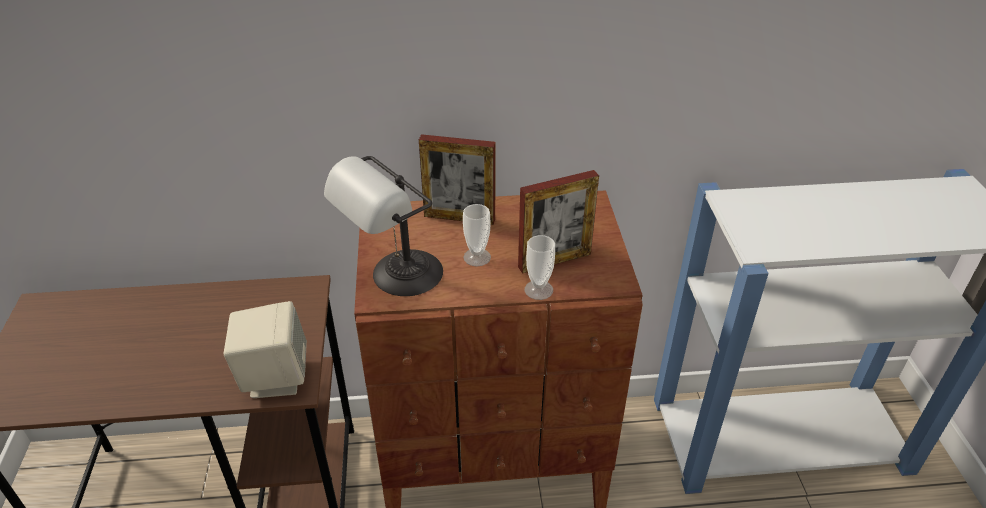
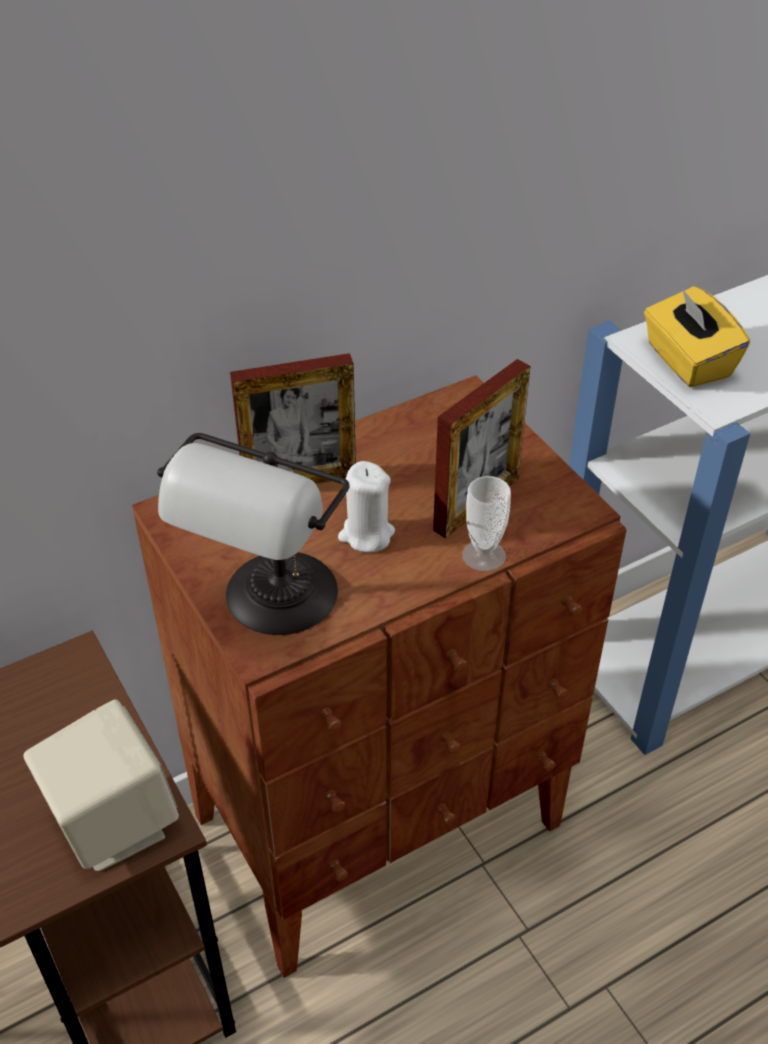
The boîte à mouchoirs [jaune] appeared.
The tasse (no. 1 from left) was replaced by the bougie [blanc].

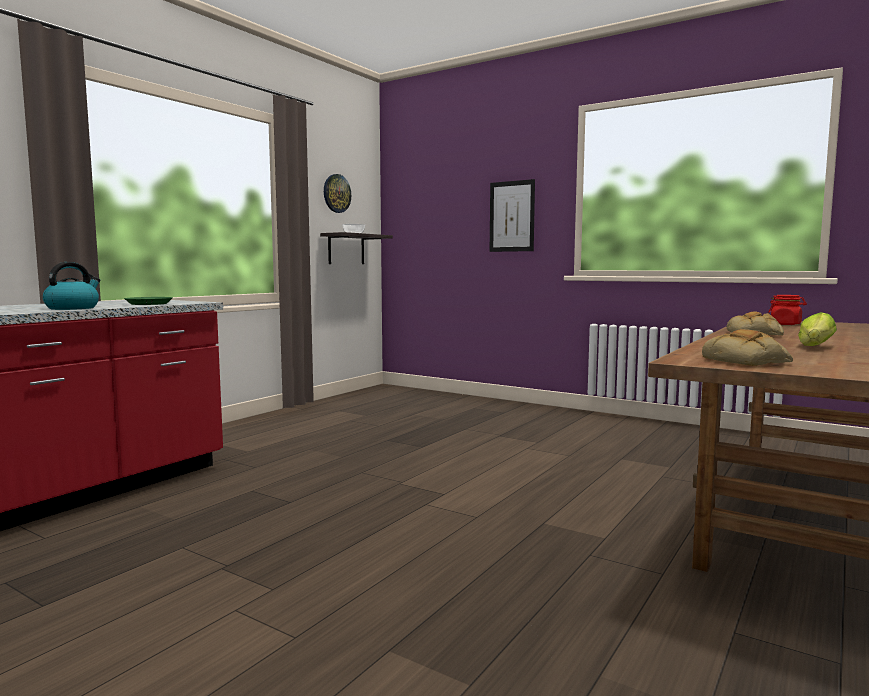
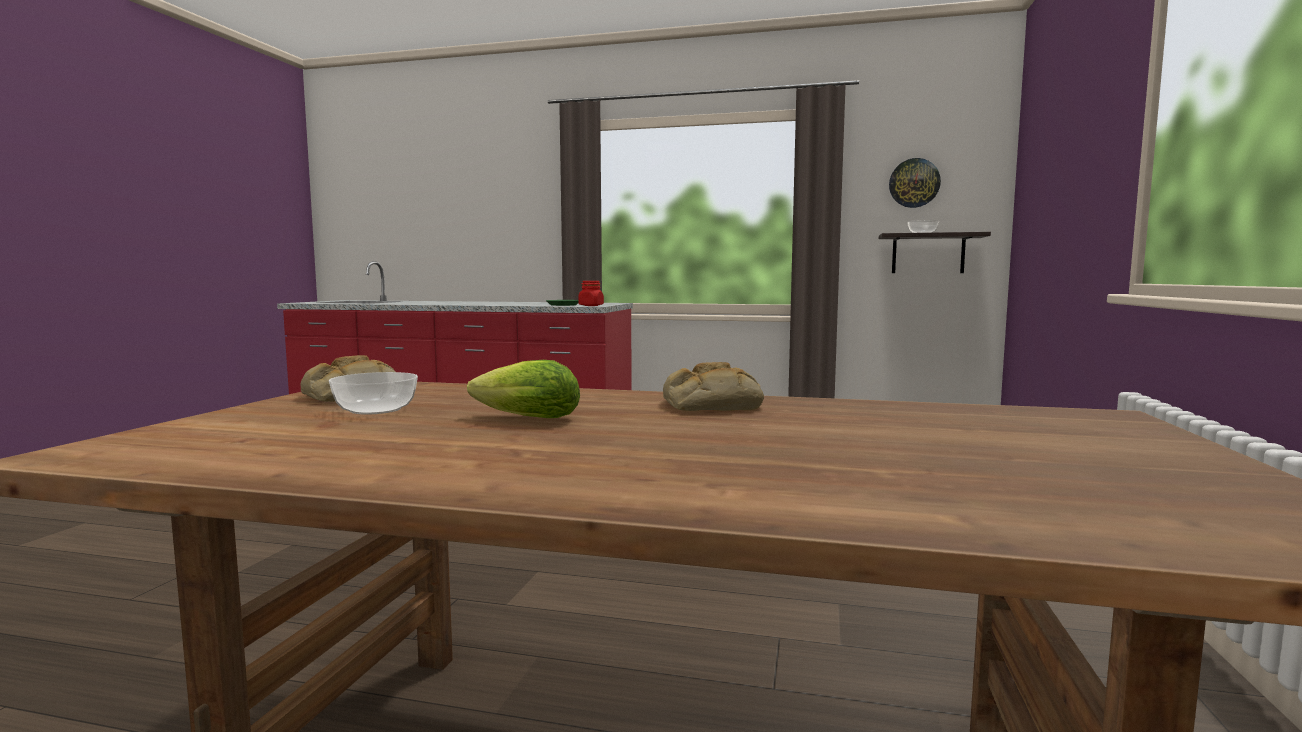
The bouilloire disappeared.
The tableau disappeared.
The bol (no. 1 from left) appeared.
The bocal [rouge] moved.

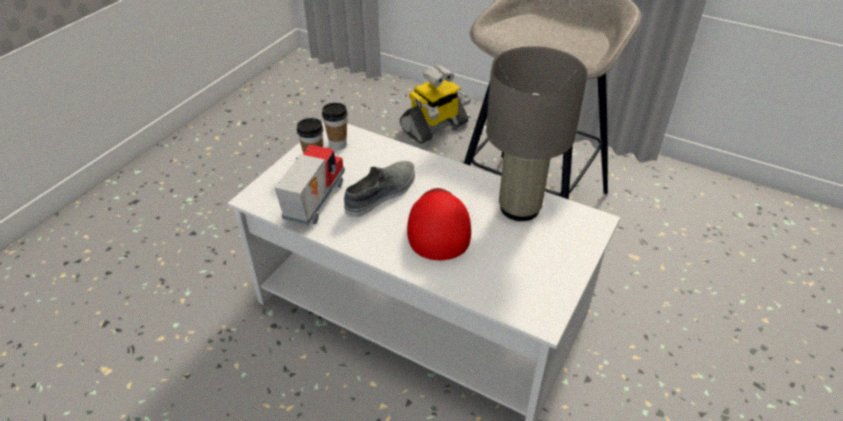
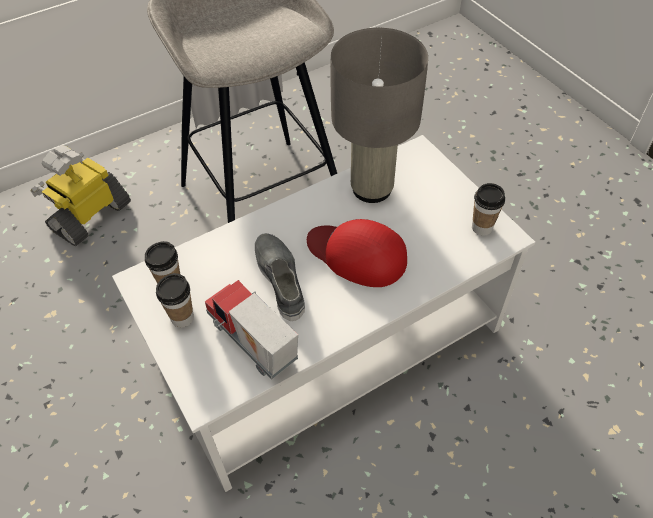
The tasse (no. 3 from left) appeared.
The robot jouet turned 135 degrees counterclockwise.

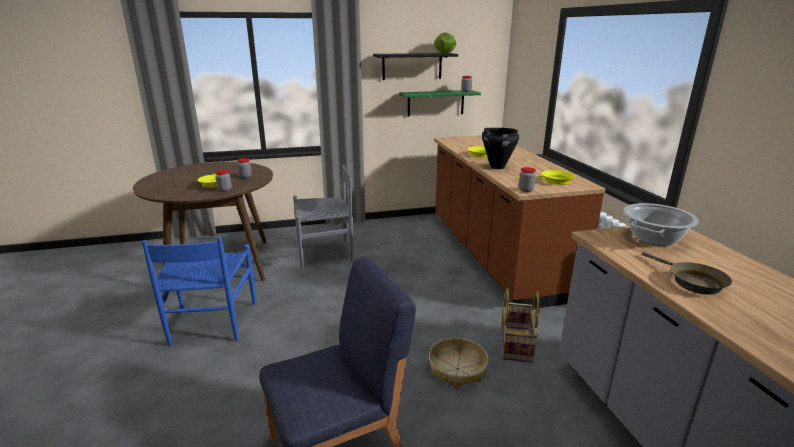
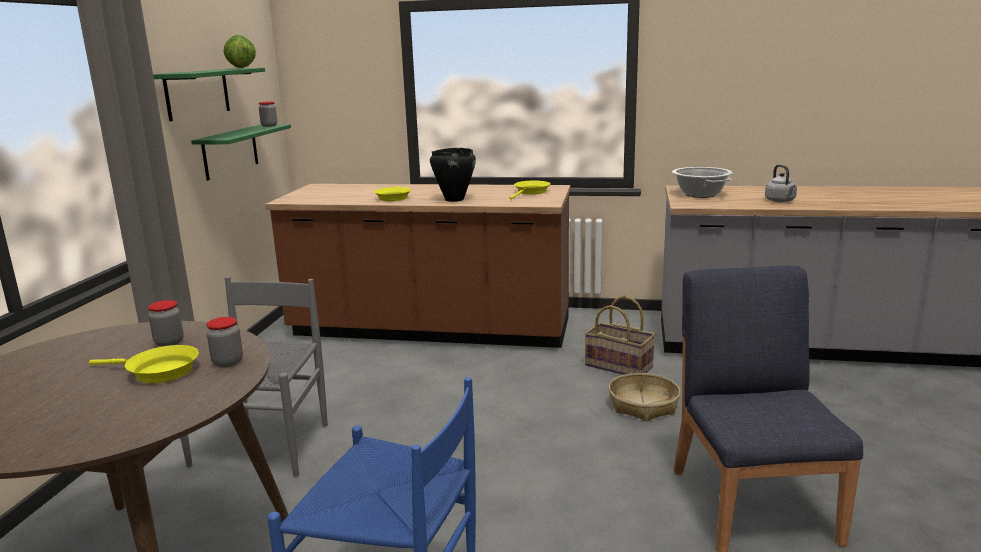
The bocal (no. 4 from left) disappeared.
The poêle [marron] was replaced by the bouilloire [gris].
The étagère [noir] became the étagère [vert] (no. 1 from left).

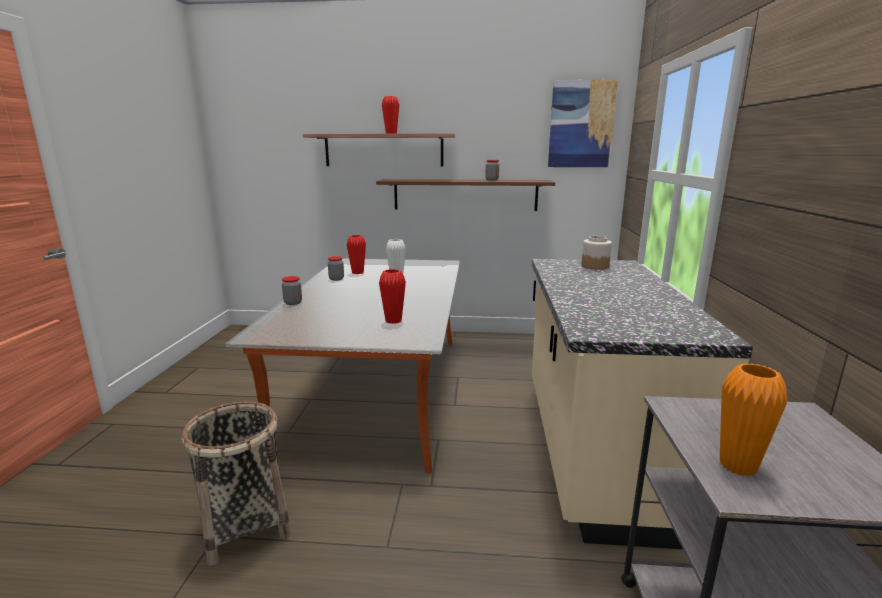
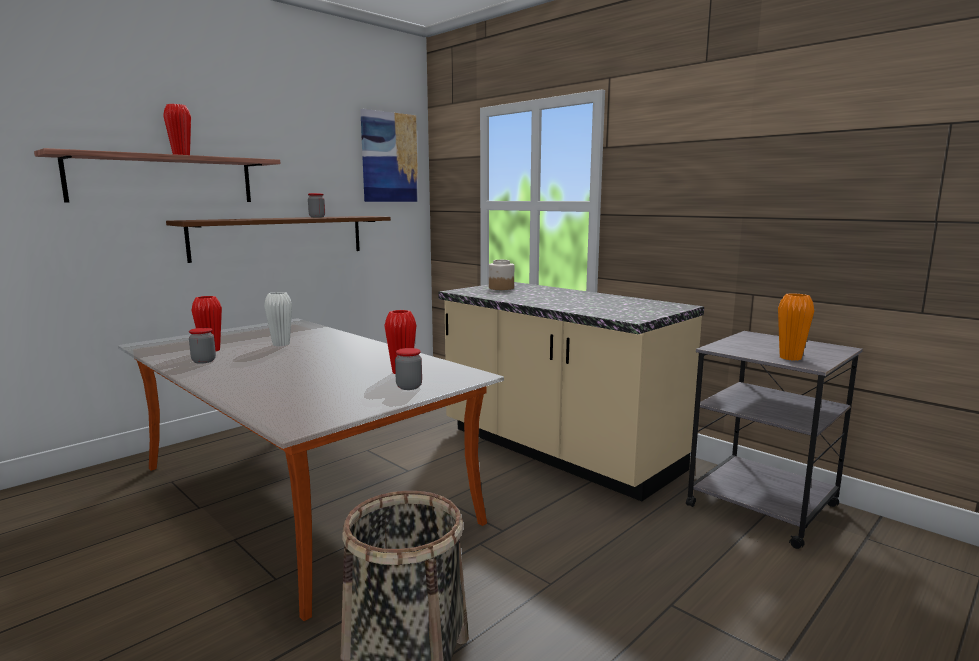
The bocal (no. 1 from left in the first image) moved.

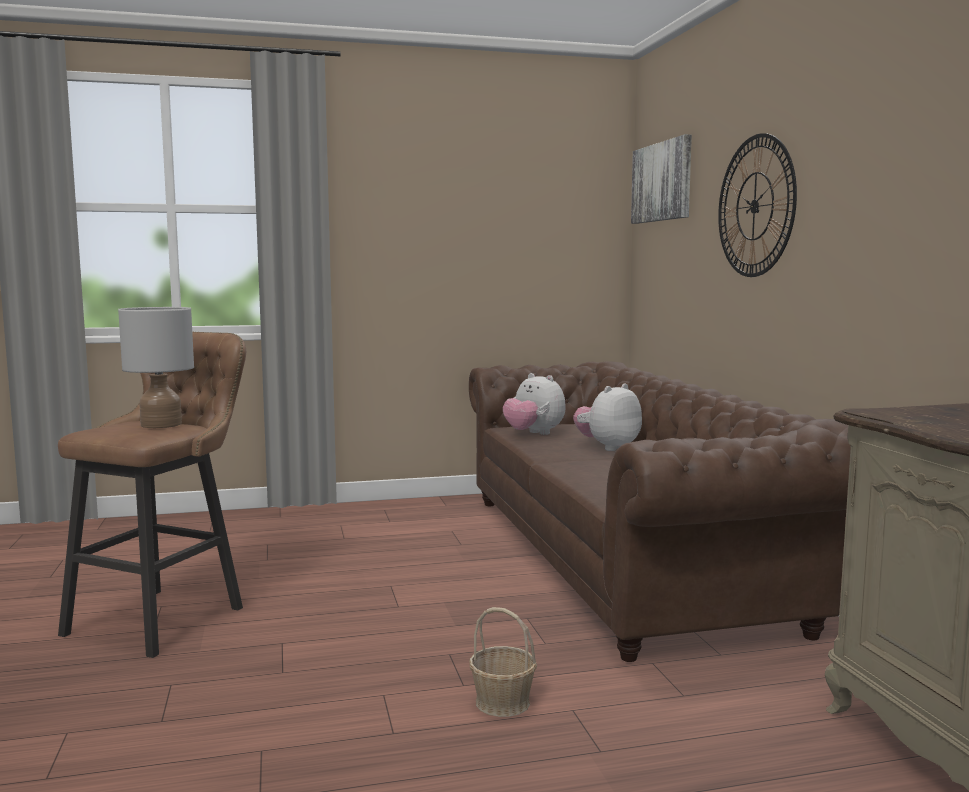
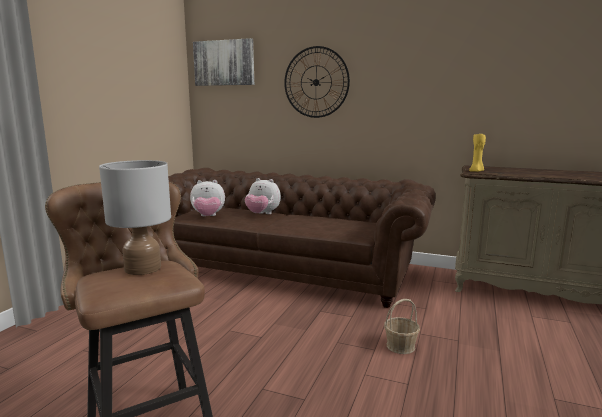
The bougie [jaune] appeared.
The peluche (no. 2 from left) turned 60 degrees counterclockwise.

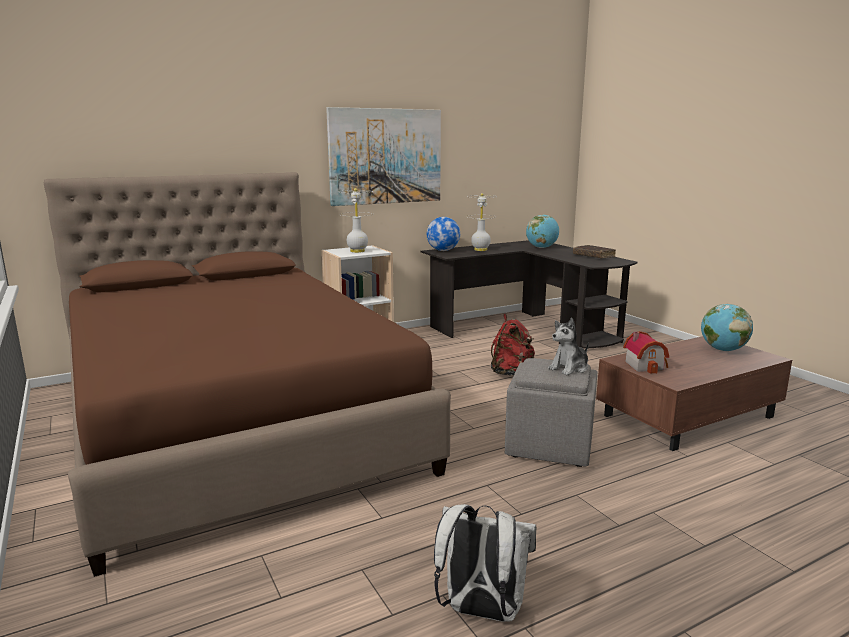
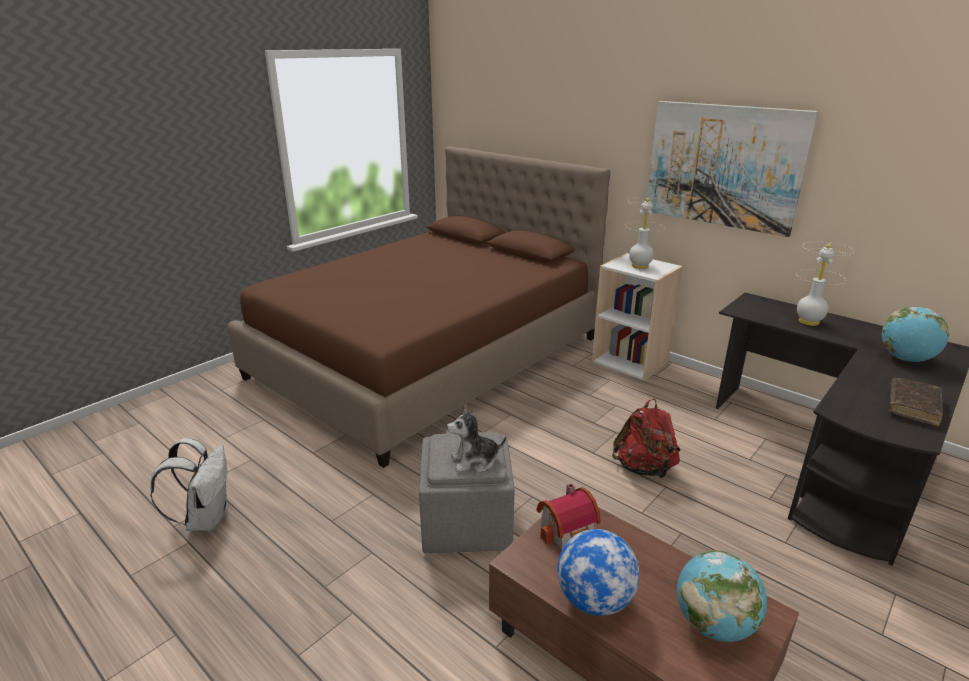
The globe (no. 1 from left) moved.
The peluche turned 45 degrees counterclockwise.

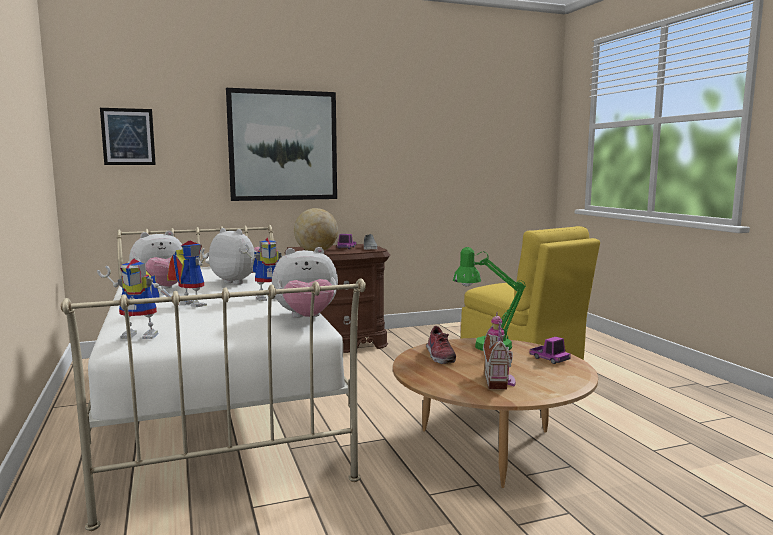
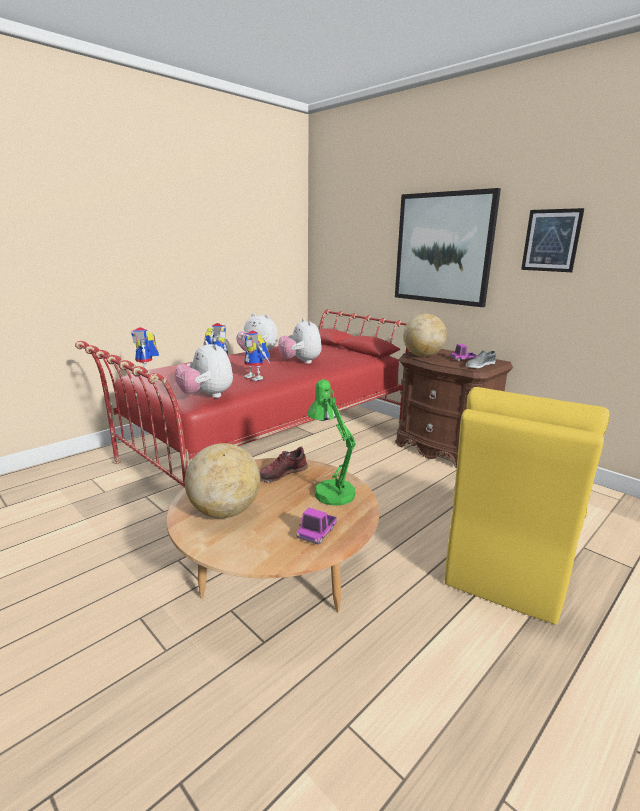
The tableau (no. 1 from left in the first image) moved.
The maison miniature was replaced by the globe (no. 1 from left).
The lit [blanc] became the lit [rouge].
The peluche (no. 2 from left in the first image) turned 150 degrees clockwise.

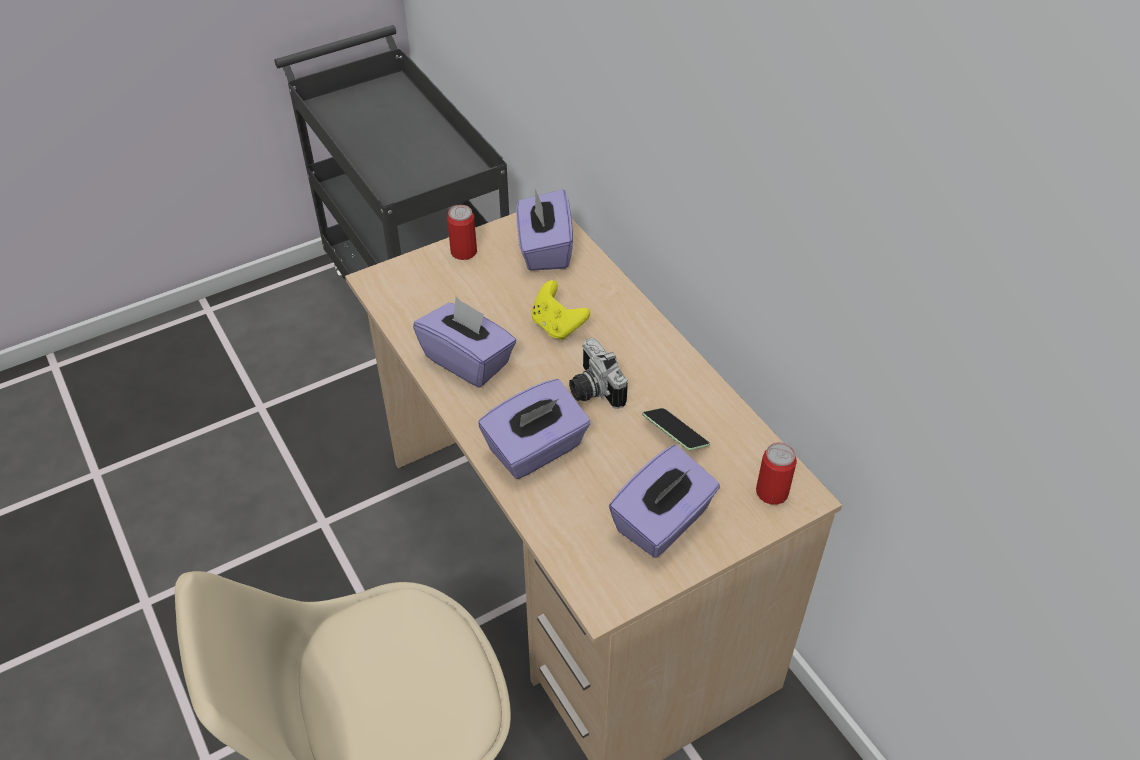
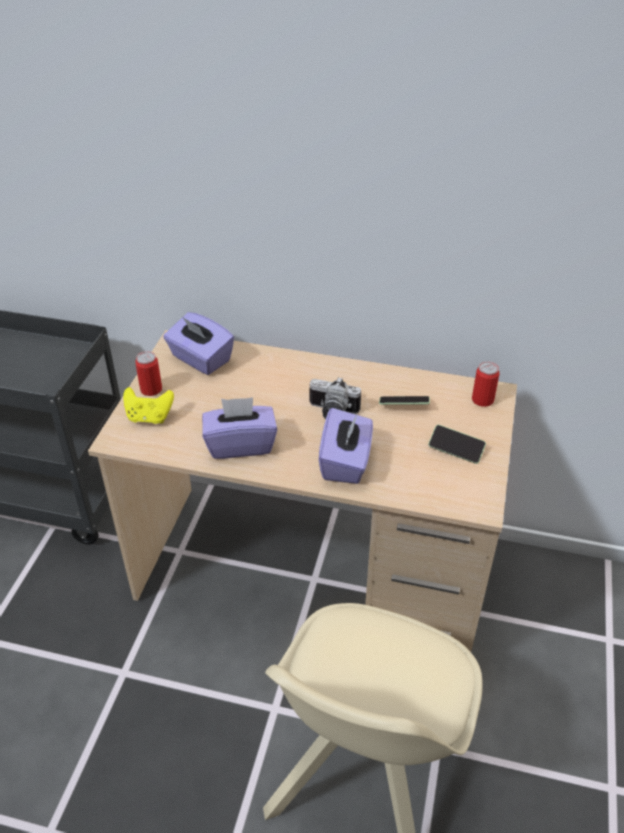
The manette [jaune] moved.
The boîte à mouchoirs [violet] (no. 4 from left) was replaced by the téléphone (no. 2 from left).

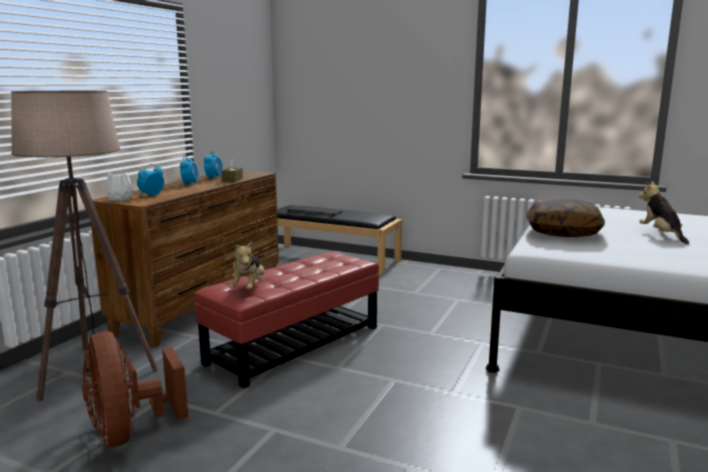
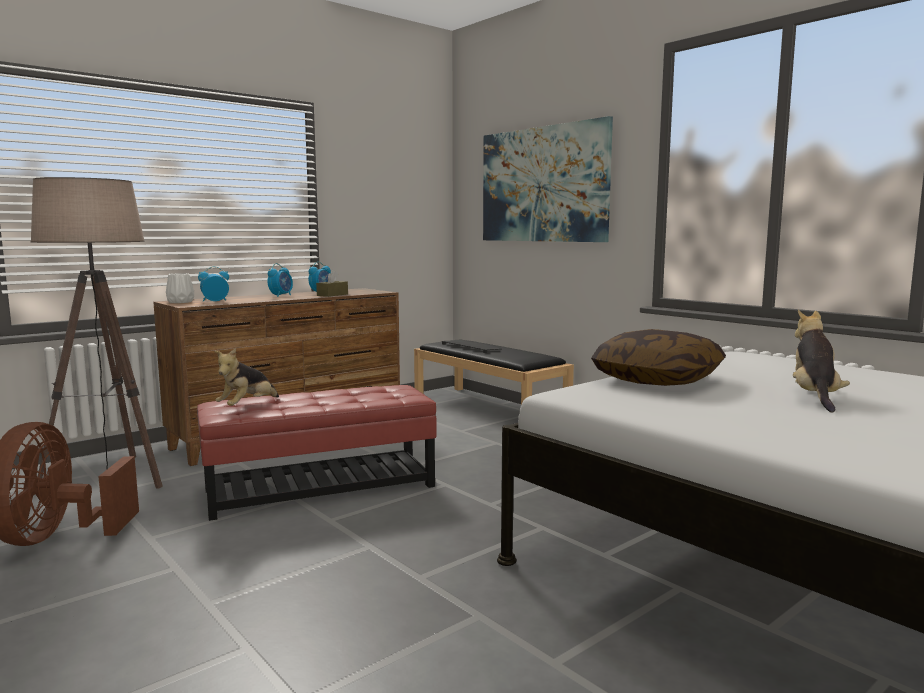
The tableau appeared.

